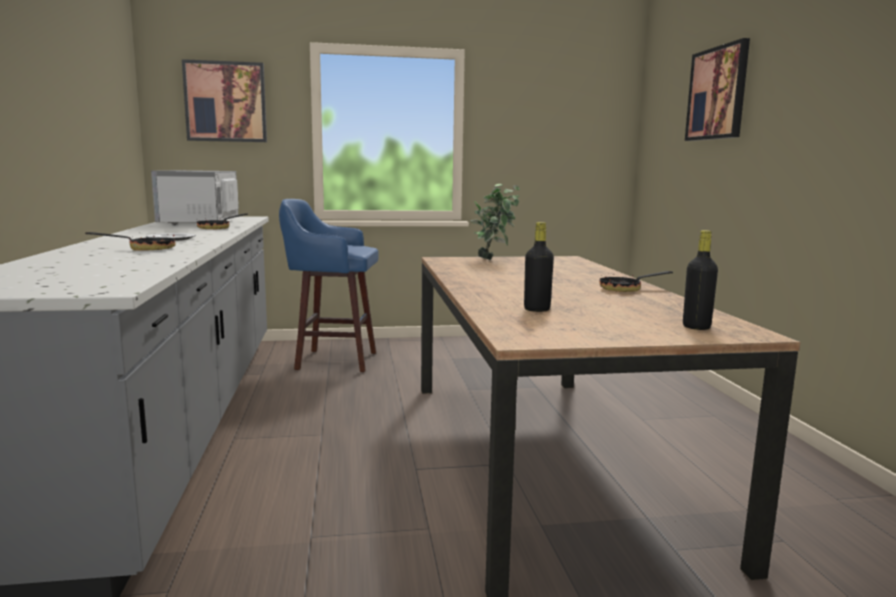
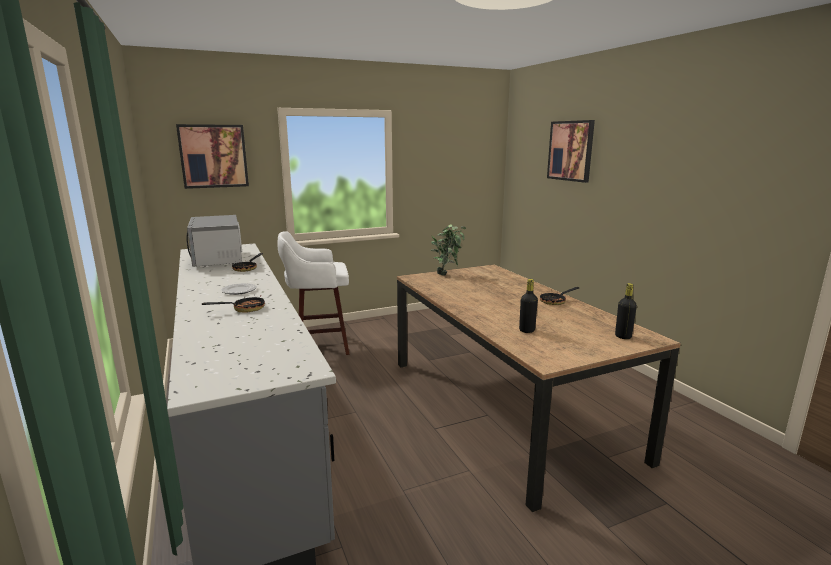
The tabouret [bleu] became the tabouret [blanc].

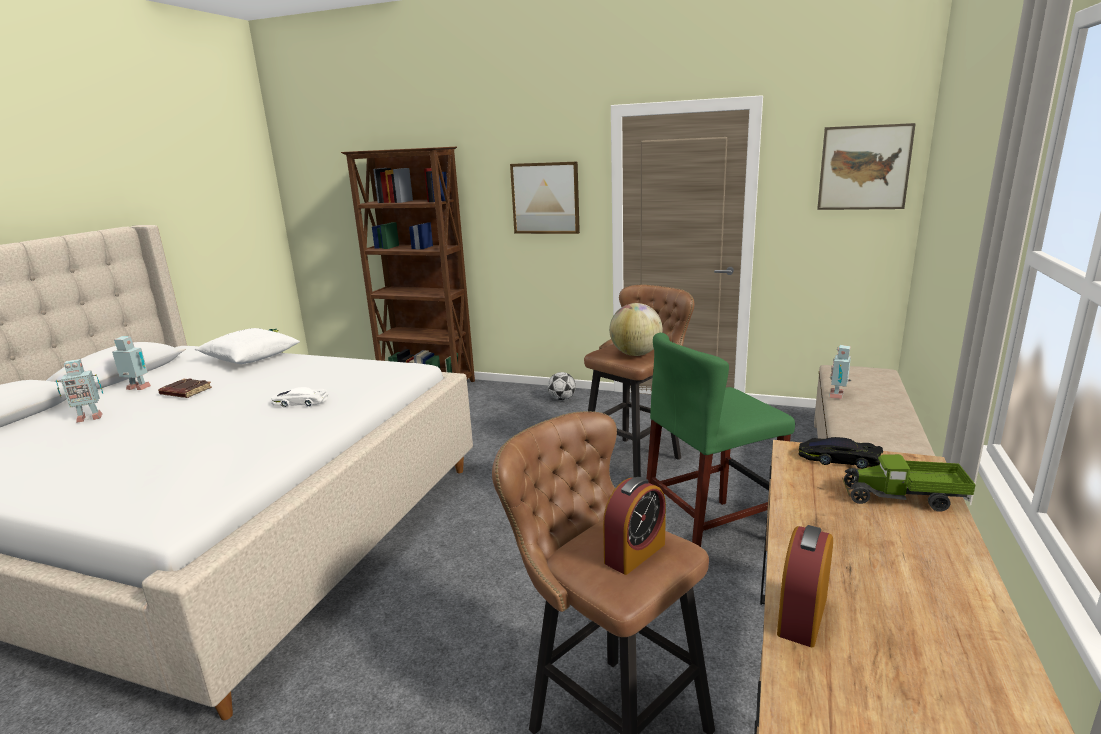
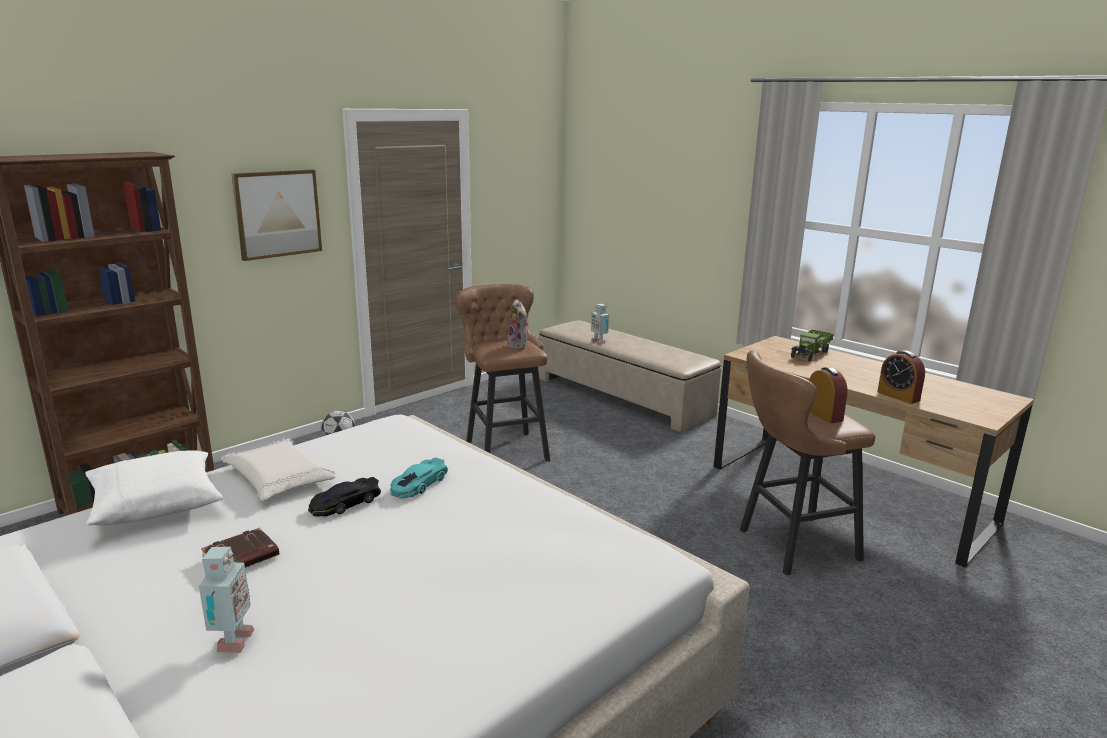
The robot jouet (no. 2 from left) disappeared.
The tabouret [vert] disappeared.
The tableau (no. 2 from left) disappeared.
The coussin [blanc] (no. 2 from left) appeared.
The petite voiture [noir] moved.
The globe was replaced by the peluche.
The petite voiture [blanc] became the petite voiture [turquoise].

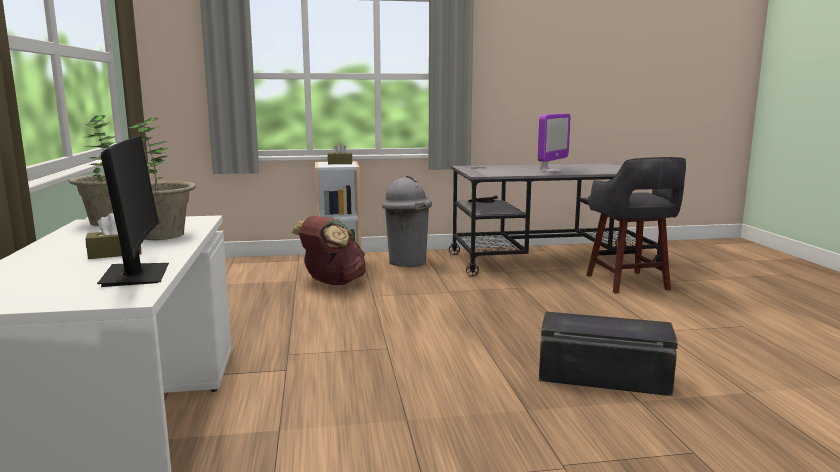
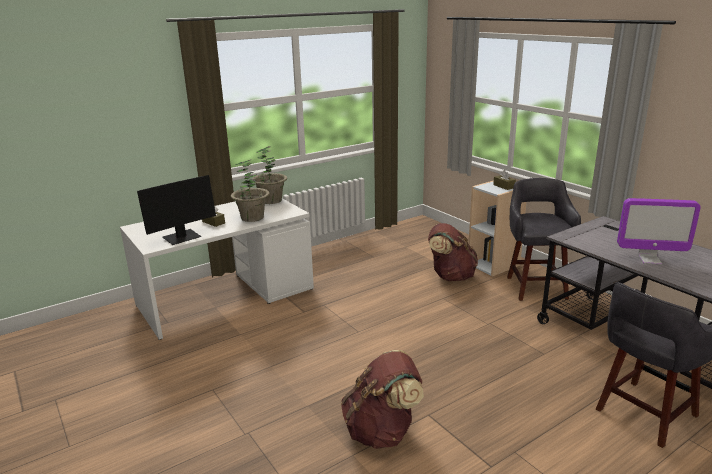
The poubelle [gris] was replaced by the tabouret [gris] (no. 1 from left).
The boîte de rangement [noir] was replaced by the sac à dos [marron] (no. 1 from left).

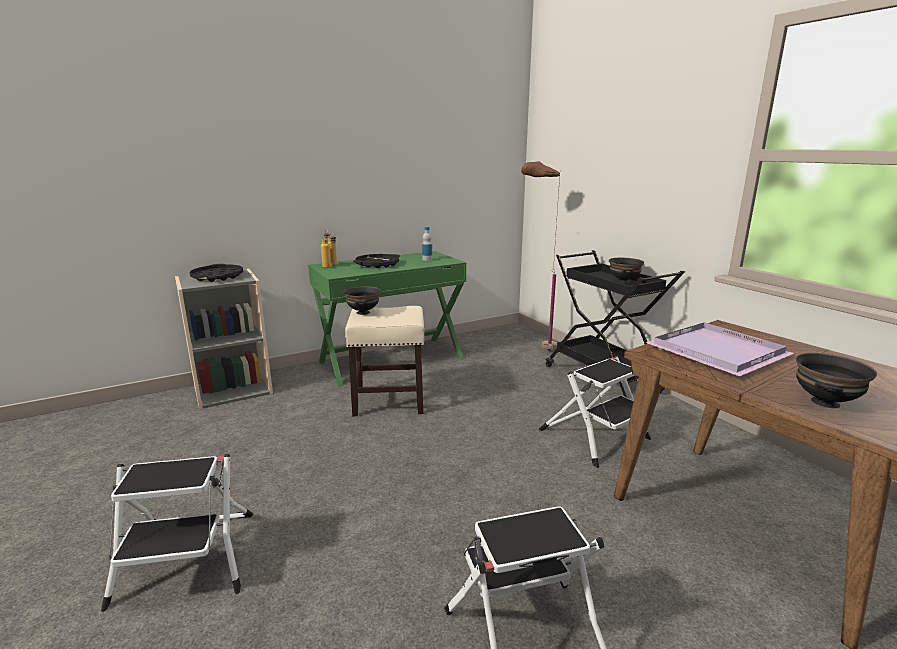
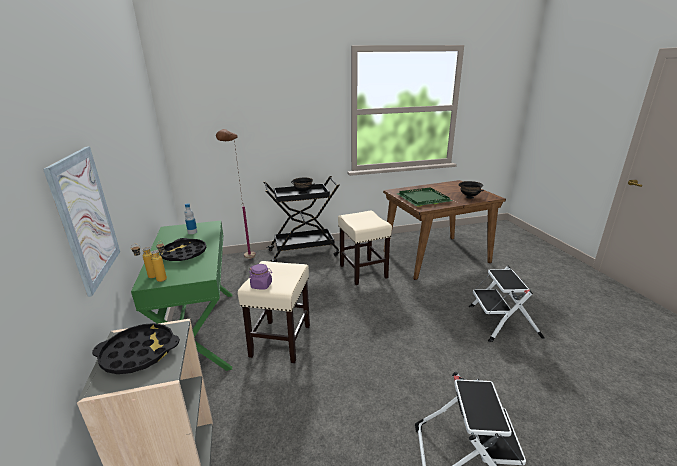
The tableau appeared.
The bol [noir] (no. 1 from left) was replaced by the bocal [violet].
The escabeau (no. 3 from left) was replaced by the tabouret [beige] (no. 2 from left).
The plateau [violet] became the plateau [vert].

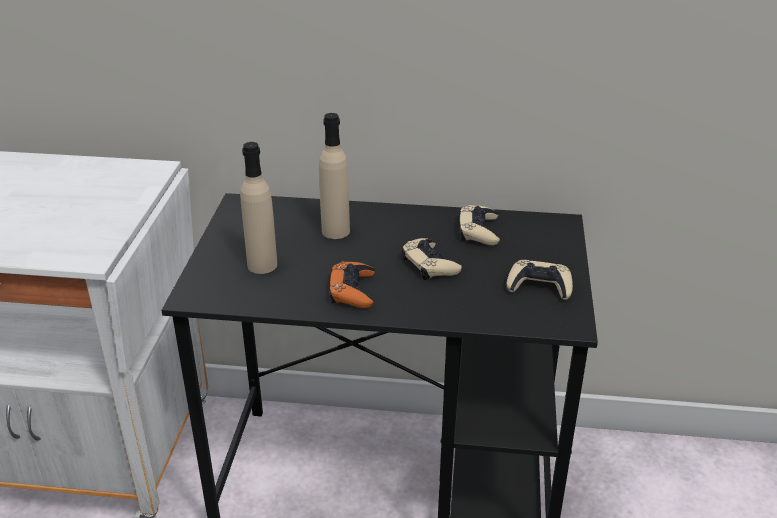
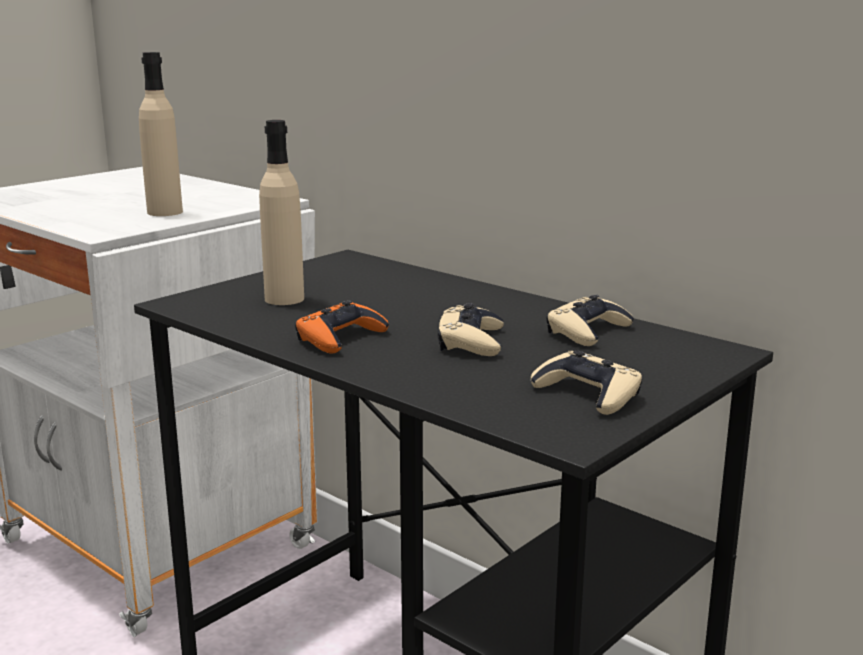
The bouteille [beige] (no. 2 from left in the first image) moved.

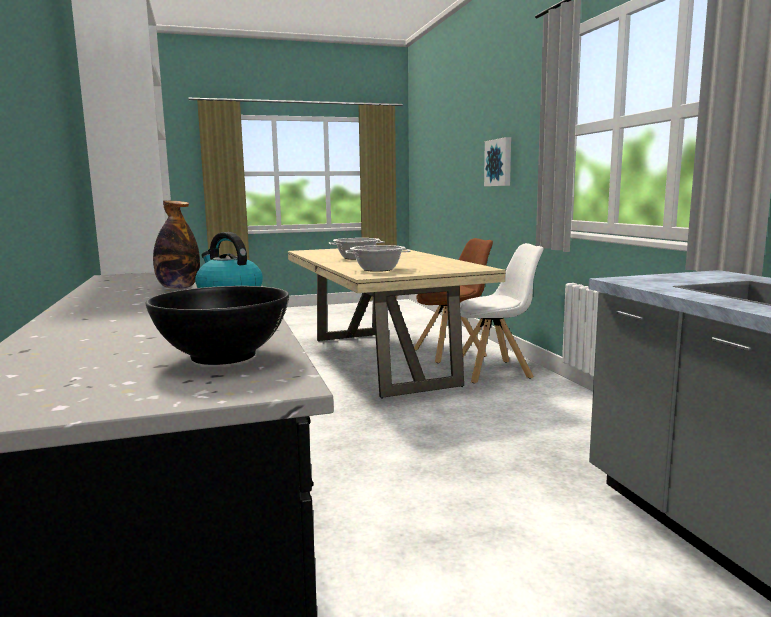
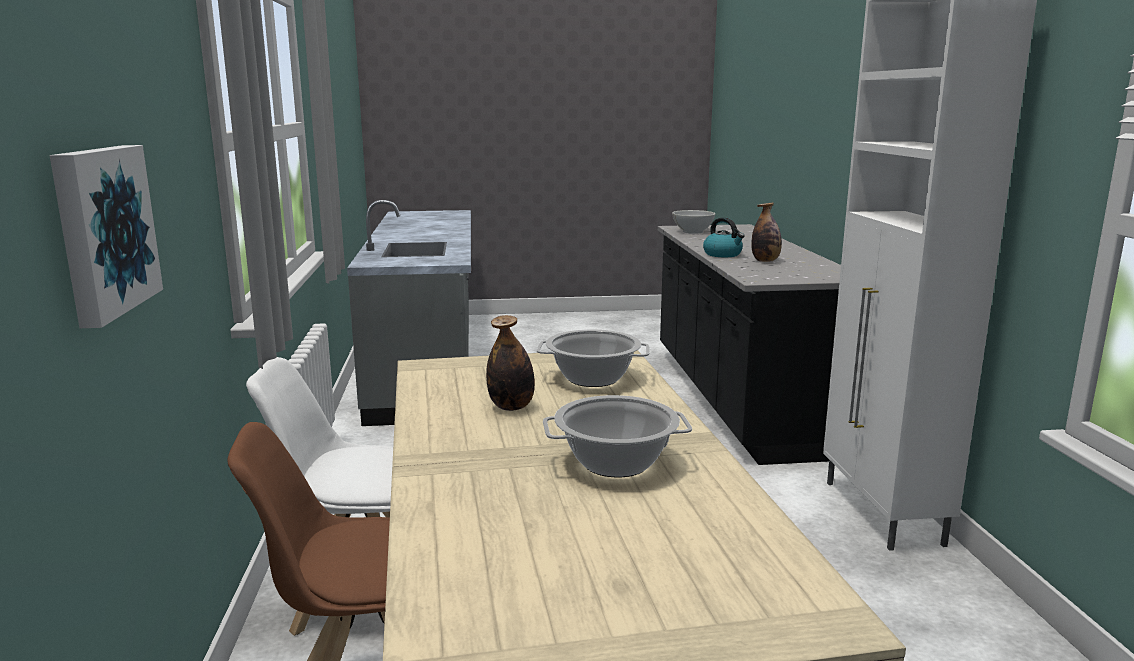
The bouteille (no. 1 from left) appeared.
The bol [noir] became the bol [blanc].

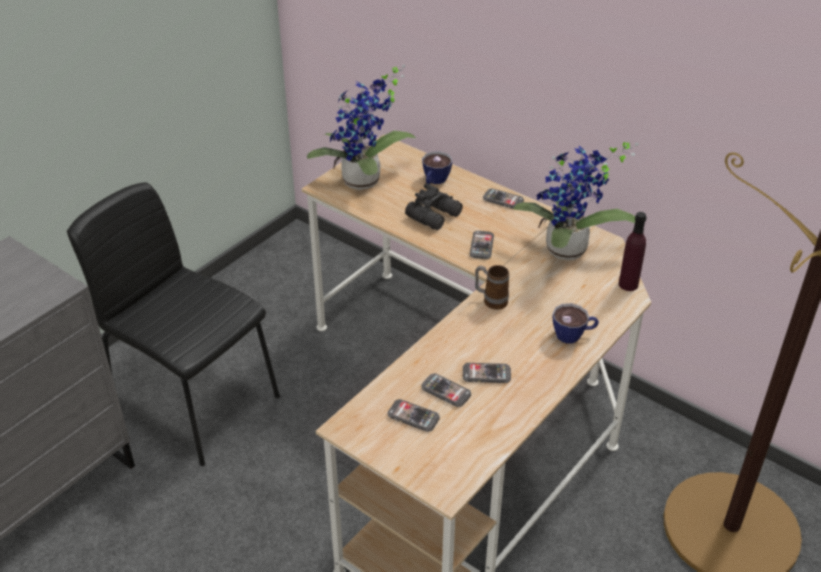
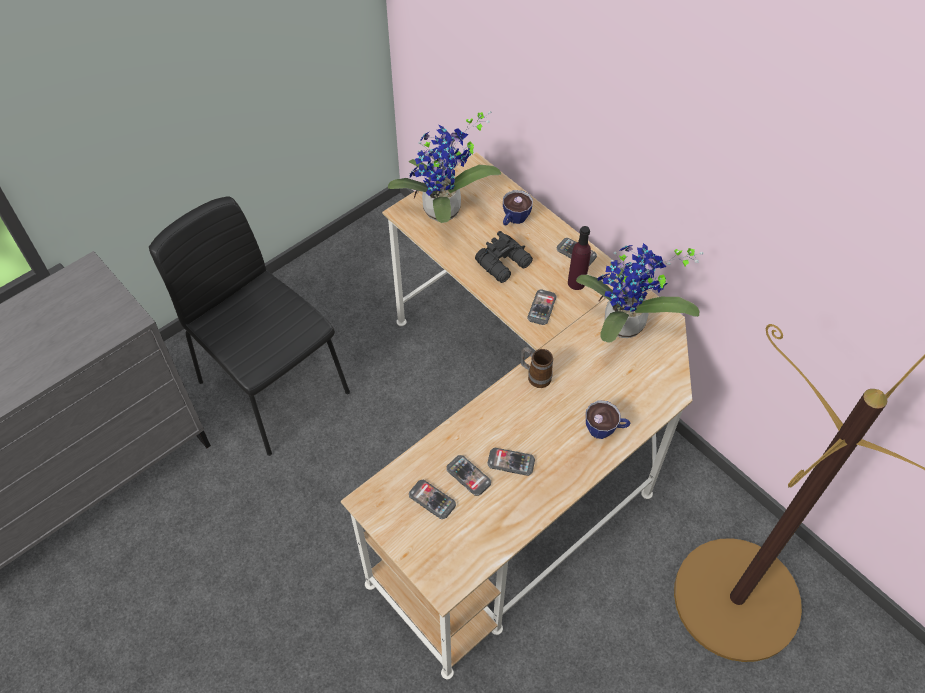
The bouteille [violet] moved.

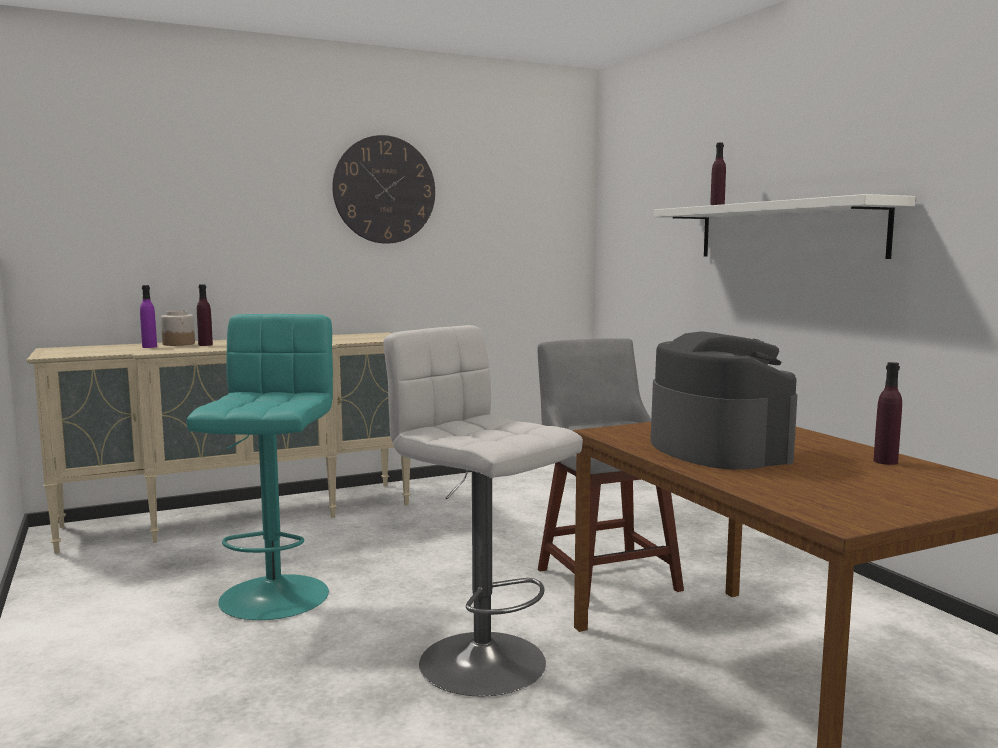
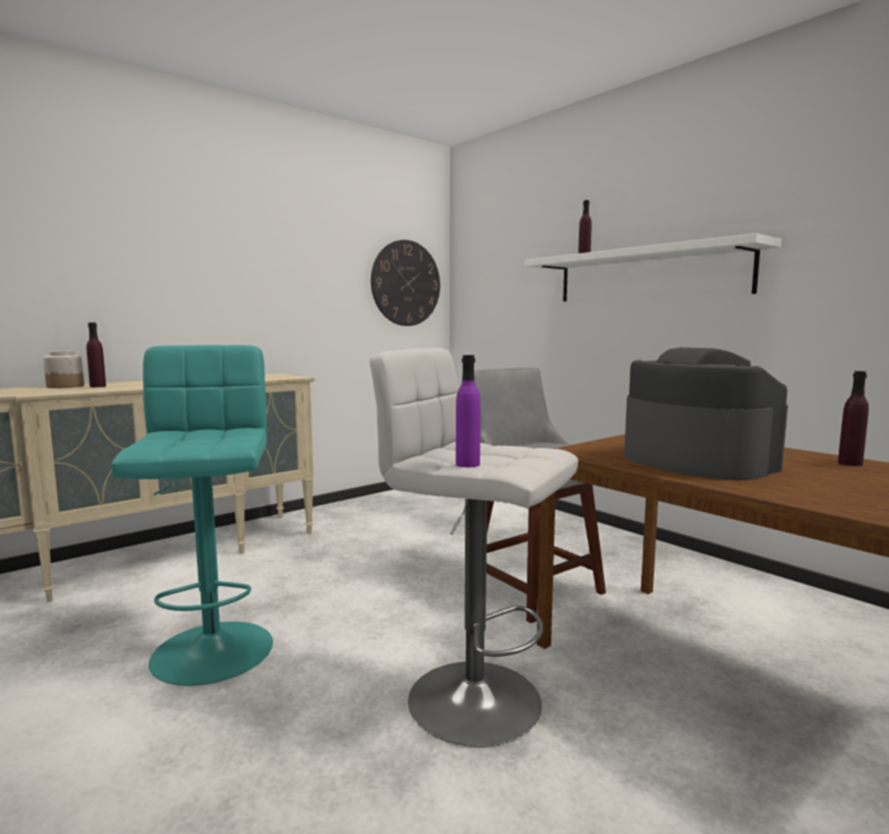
The bouteille [violet] (no. 1 from left in the first image) moved.
The horloge murale moved.

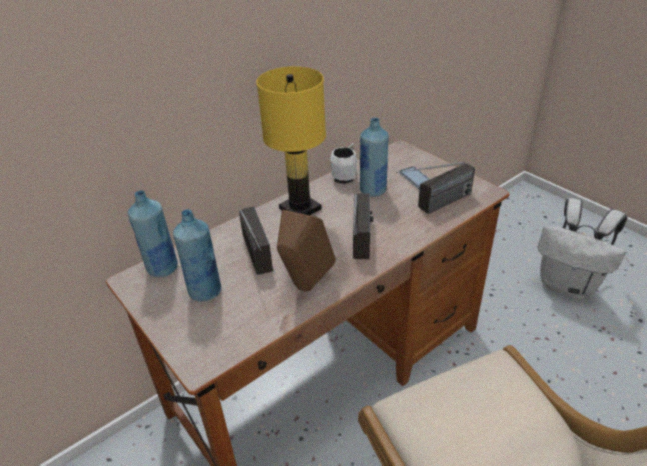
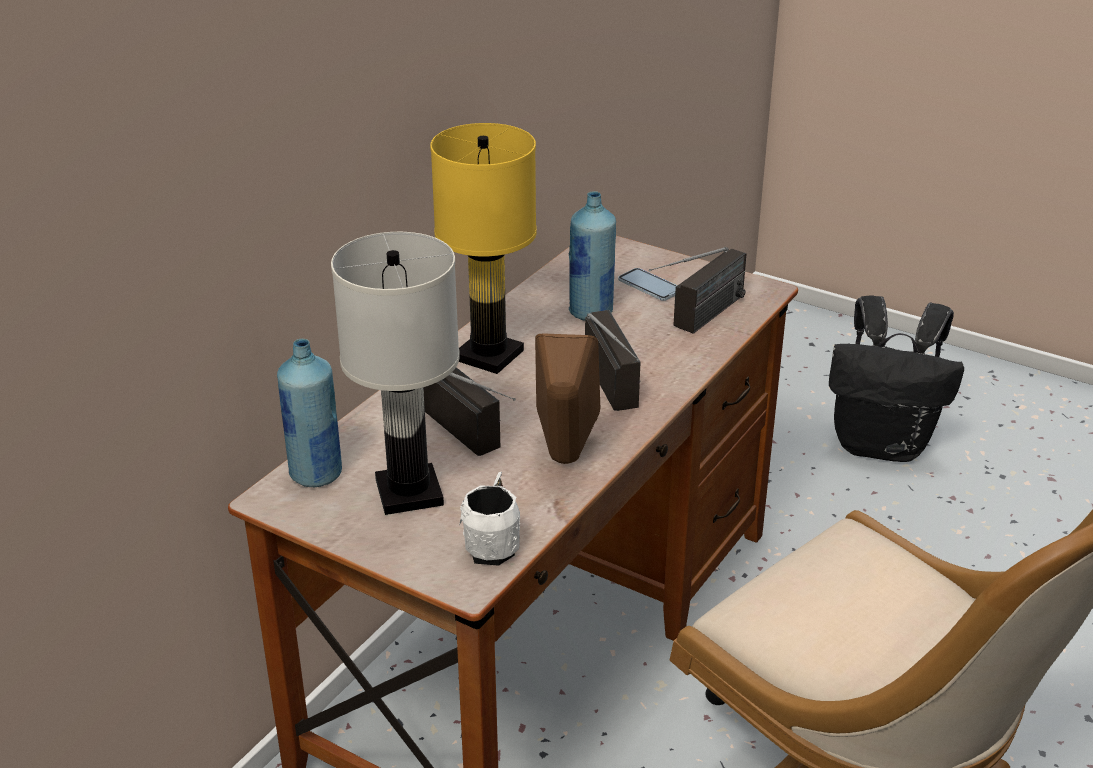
The mug [blanc] moved.
The bouteille [bleu] (no. 2 from left) was replaced by the lampe de table [blanc].
The sac à dos [blanc] became the sac à dos [noir].

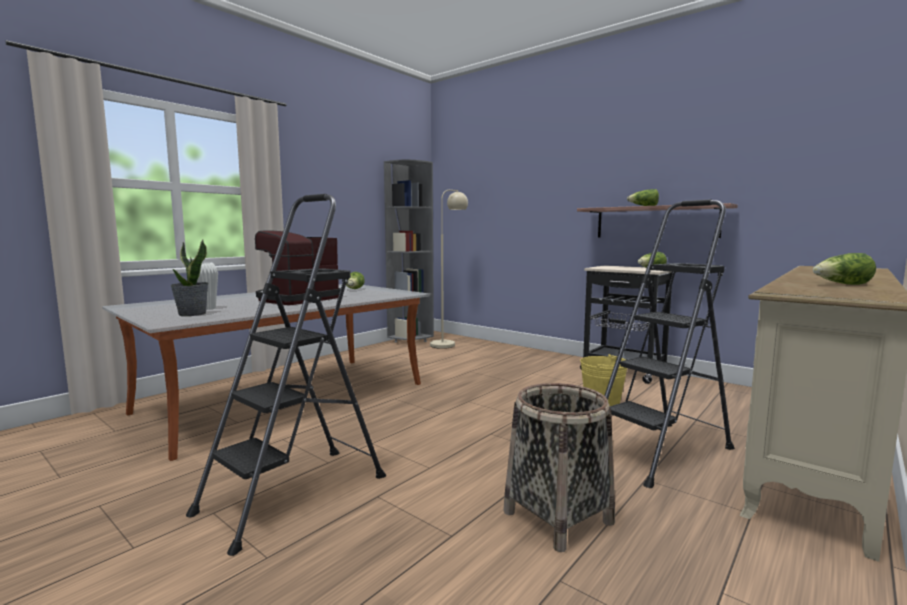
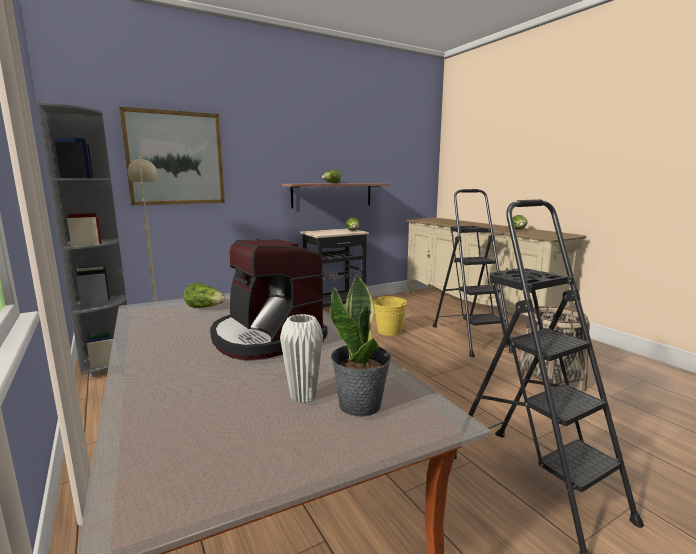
The tableau appeared.

